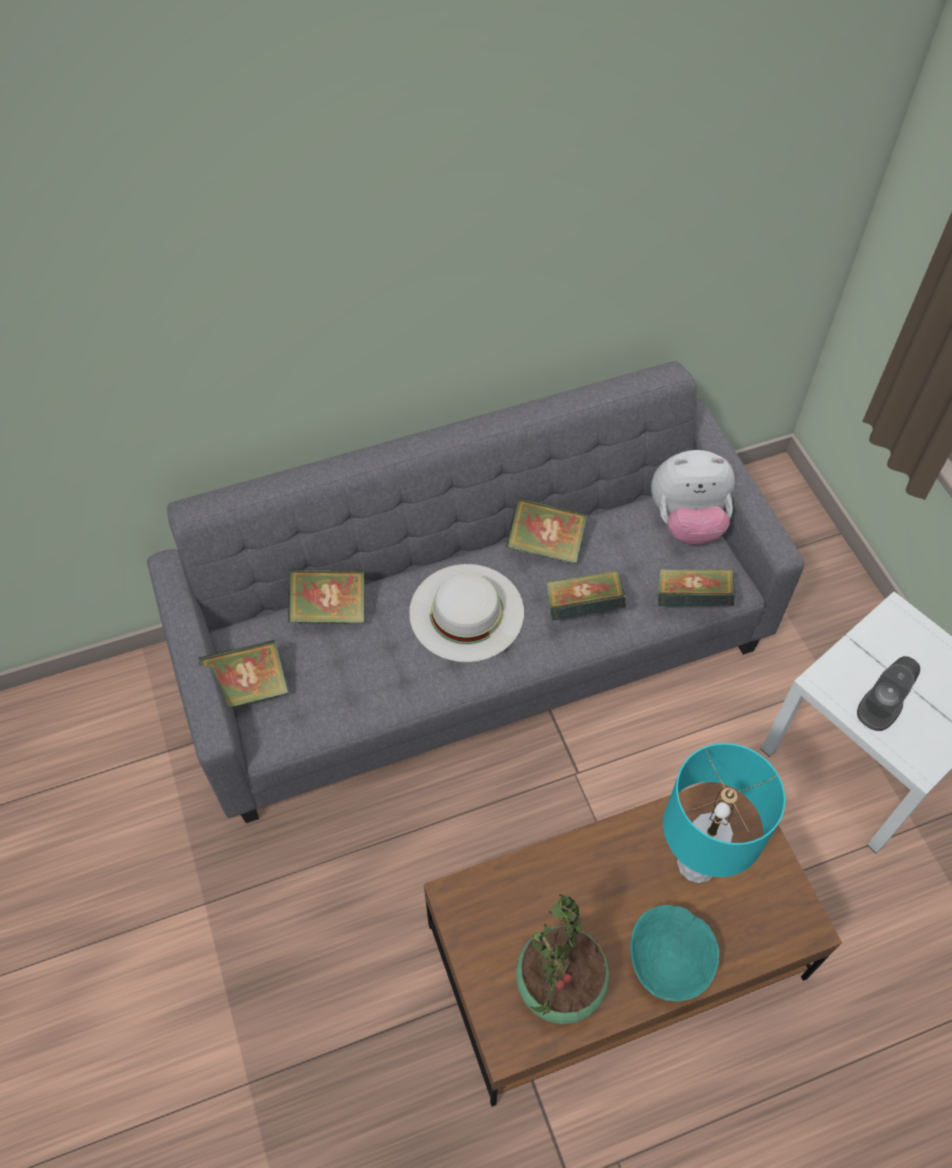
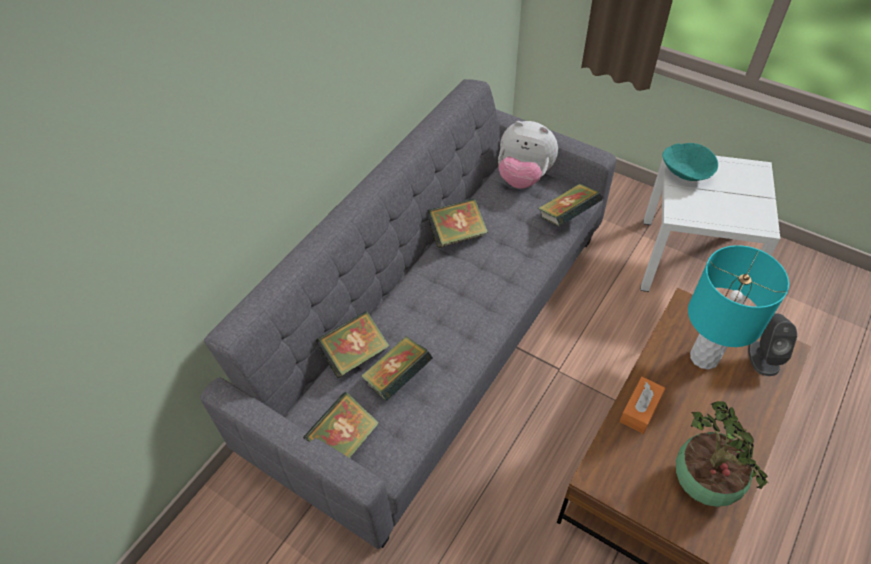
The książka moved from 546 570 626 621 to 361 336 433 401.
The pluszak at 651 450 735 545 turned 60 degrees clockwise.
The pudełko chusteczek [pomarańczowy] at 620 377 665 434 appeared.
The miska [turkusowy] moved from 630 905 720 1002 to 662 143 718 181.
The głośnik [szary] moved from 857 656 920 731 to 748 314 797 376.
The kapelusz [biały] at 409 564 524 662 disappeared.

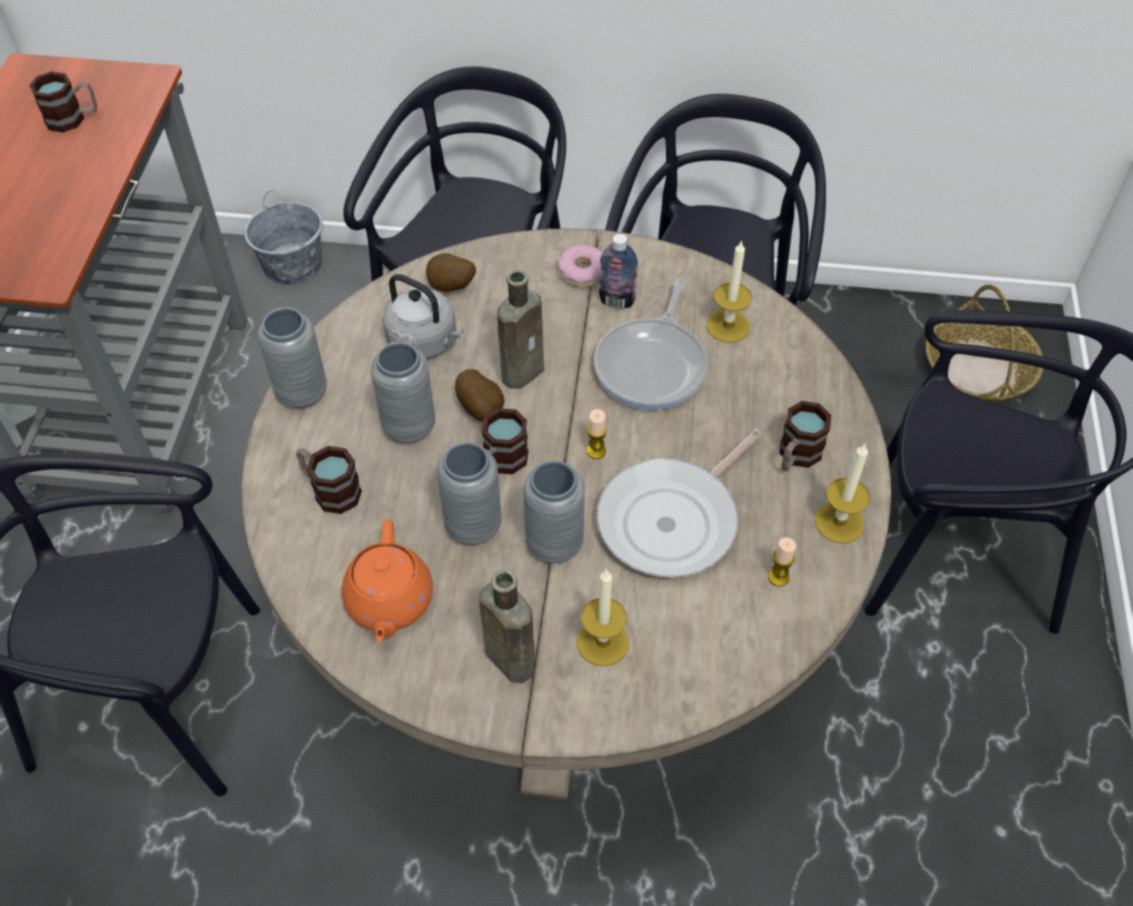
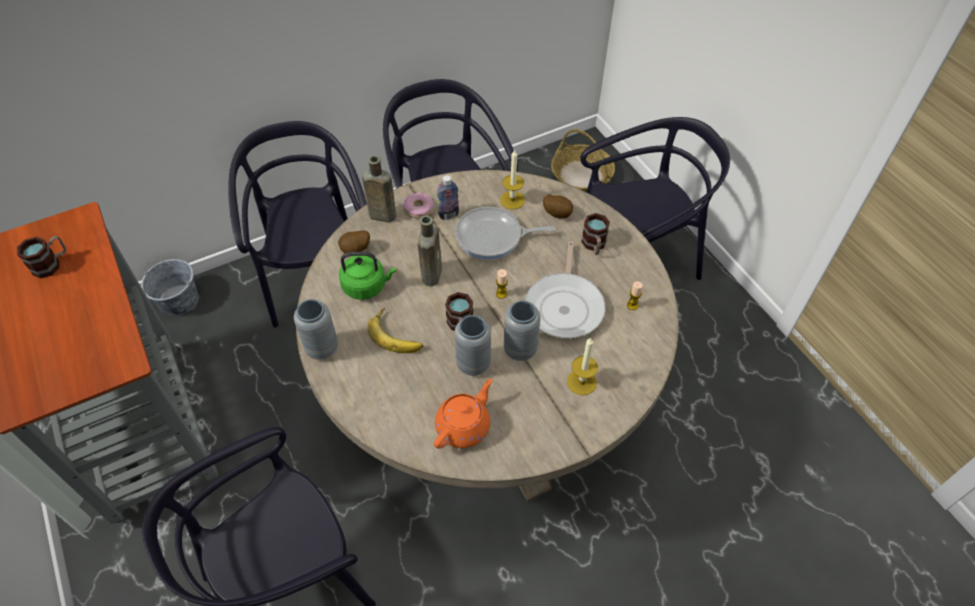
The czajnik [szary] at 382 274 464 359 became the czajnik [zielony] at 339 251 396 300.
The butelka [brązowy] moved from 479 570 535 683 to 362 155 396 223.
The wazon [szary] at 371 342 435 443 was replaced by the banan at 367 308 423 353.
The imbryk [pomarańczowy] at 342 520 433 642 turned 105 degrees counterclockwise.
The patelnia at 594 278 708 410 turned 105 degrees clockwise.
The ziemniak moved from 455 369 504 422 to 543 194 573 218.
The kubek at 296 446 362 514 disappeared.
The świeca at 815 444 870 544 disappeared.

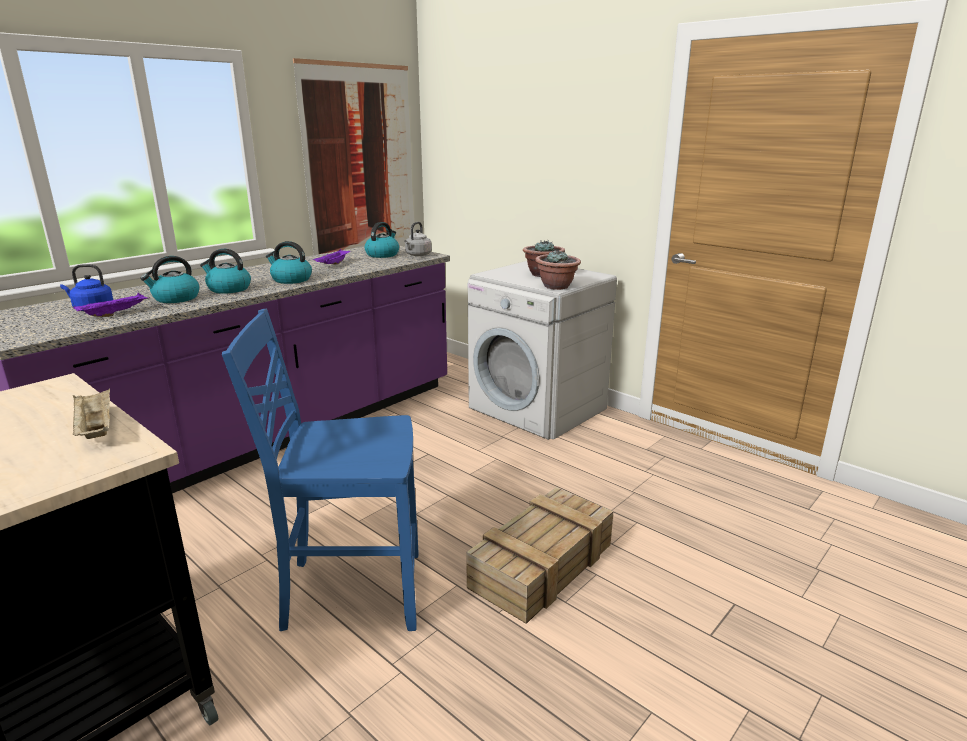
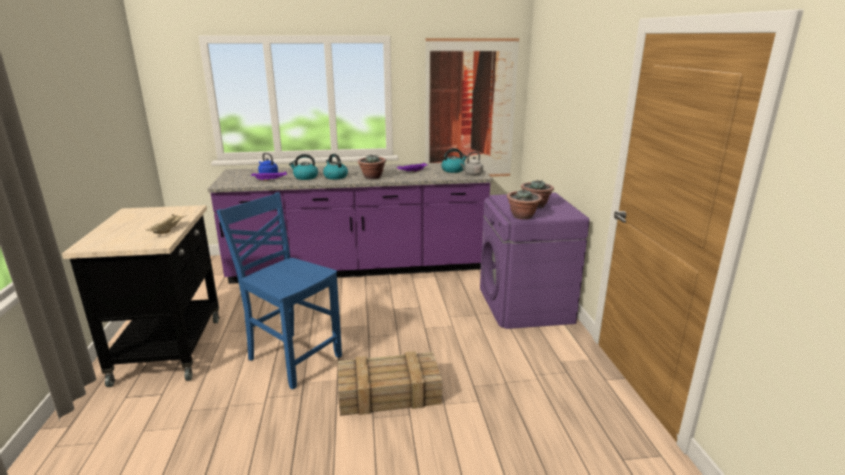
The czajnik at 266 241 312 284 was replaced by the roślina doniczkowa at 358 154 386 179.
The pralka [biały] at 468 261 617 440 became the pralka [fioletowy] at 480 193 590 329.

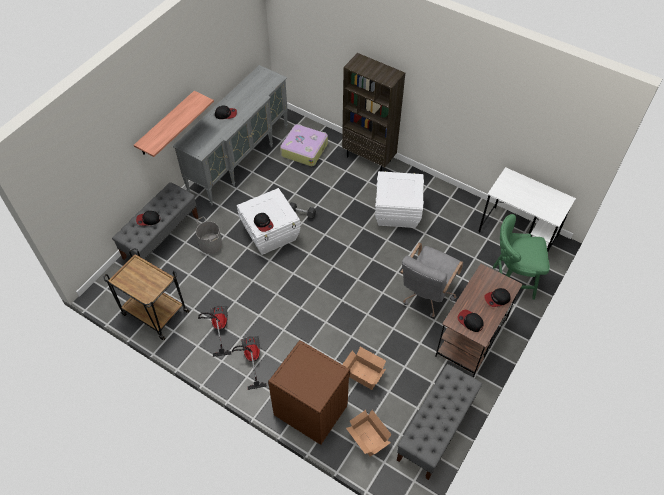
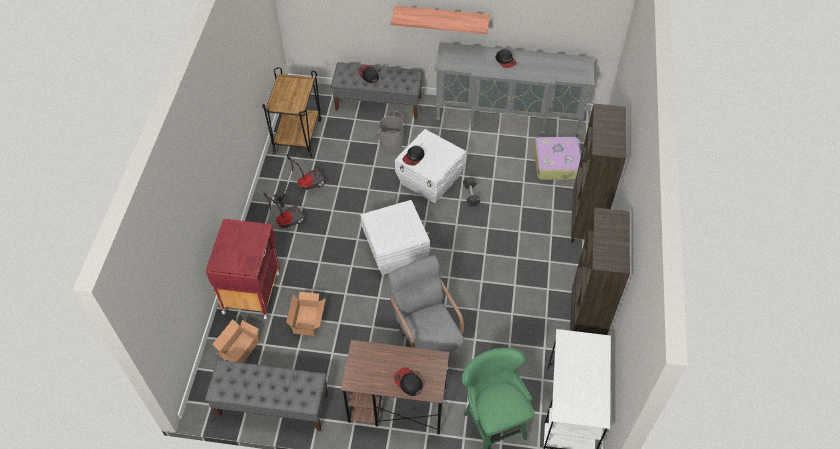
The pralka [brązowy] at 268 340 350 445 was replaced by the wózek [czerwony] at 206 219 281 320.
The pojemnik do przechowywania [biały] moved from 375 171 424 228 to 360 200 430 275.
The krzesło biurowe [szary] at 401 243 463 318 turned 60 degrees clockwise.
The regał [brązowy] at 570 207 630 335 appeared.
The czapka z daszkiem at 457 310 484 332 disappeared.

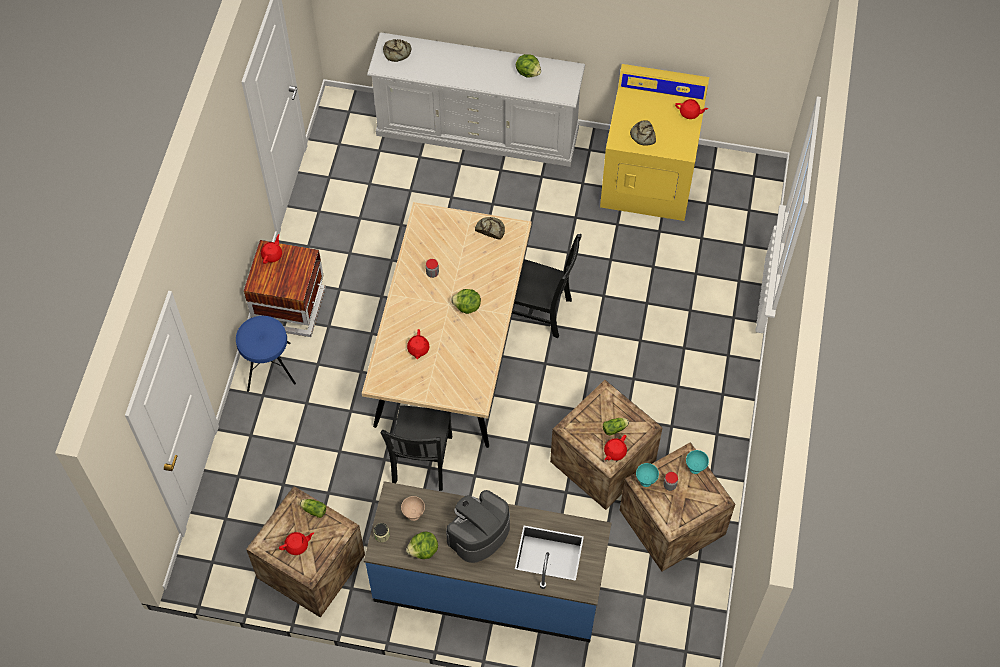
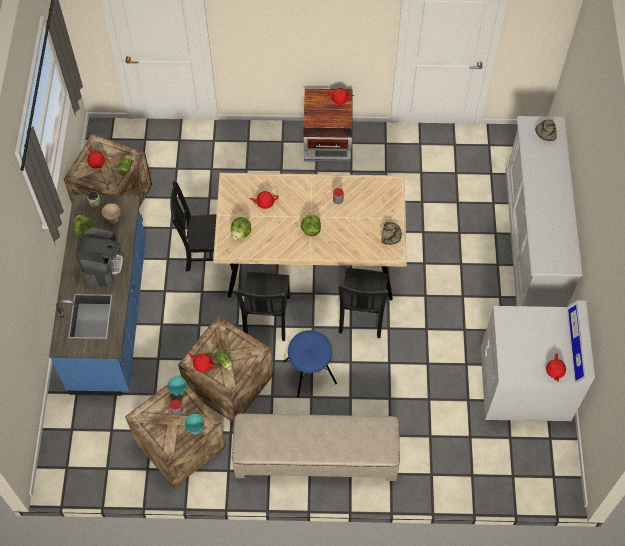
The ekspres do kawy at 446 490 510 563 turned 60 degrees clockwise.
The sałata moved from 516 54 541 78 to 231 217 251 240.
The ławka [beżowy] at 232 413 400 481 appeared.
The krzesło [czarny] at 235 272 290 341 appeared.
The stołek [niebieski] moved from 236 316 296 392 to 283 330 337 398.
The pralka [żółty] at 600 64 709 221 became the pralka [biały] at 481 300 595 421.
The chleb at 630 120 656 146 disappeared.

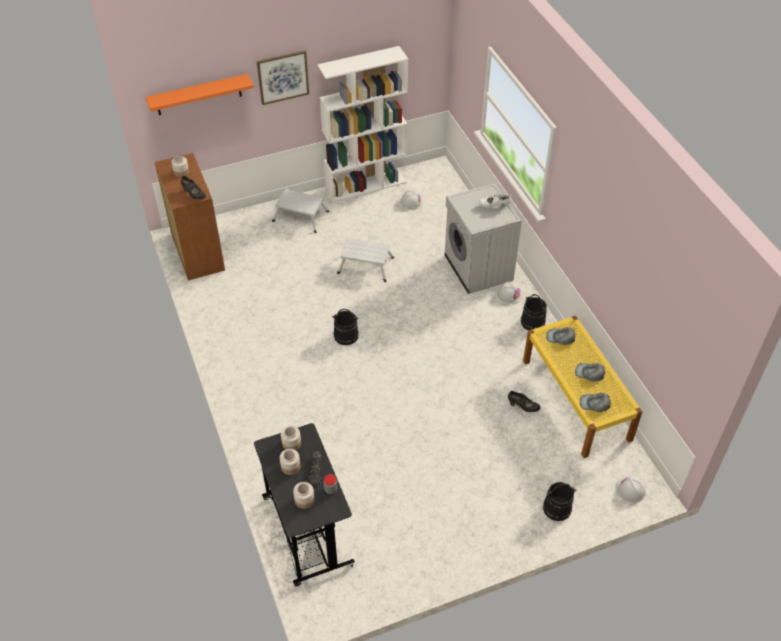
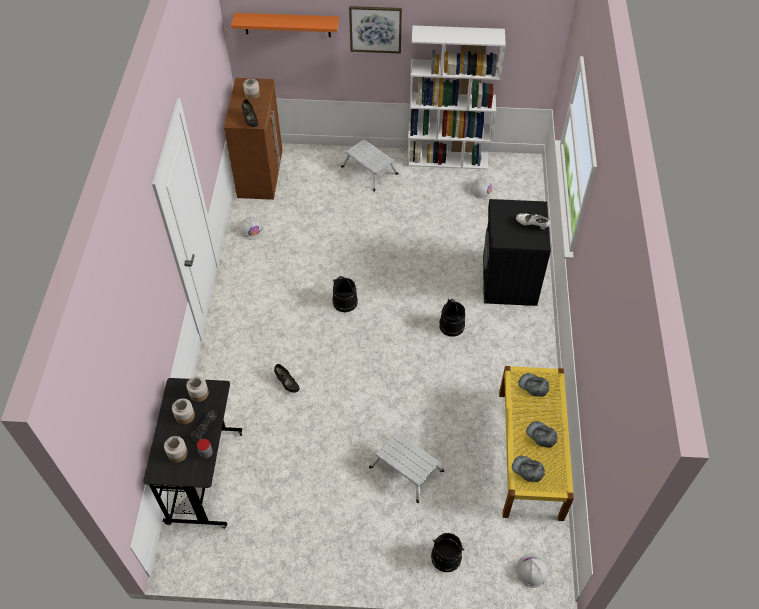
The kask [biały] moved from 497 282 523 304 to 239 217 264 240.
The but [czarny] moved from 508 391 540 412 to 274 364 300 393.
The drabinka [biały] moved from 337 238 394 282 to 369 431 444 503.
The wiadro [czarny] moved from 521 294 547 330 to 439 299 465 337.
The pralka [biały] at 445 183 522 294 became the pralka [czarny] at 483 199 551 306.

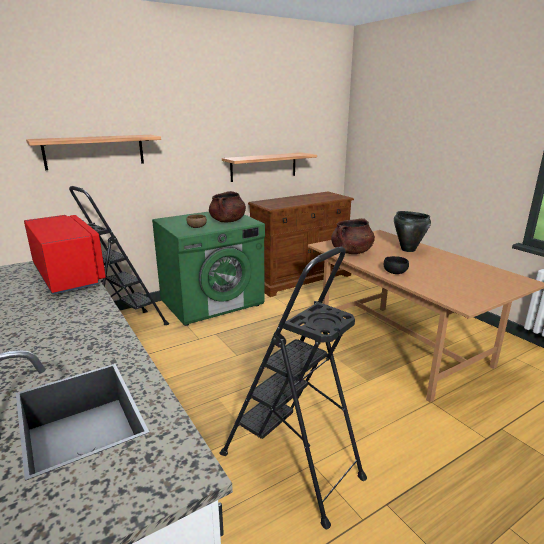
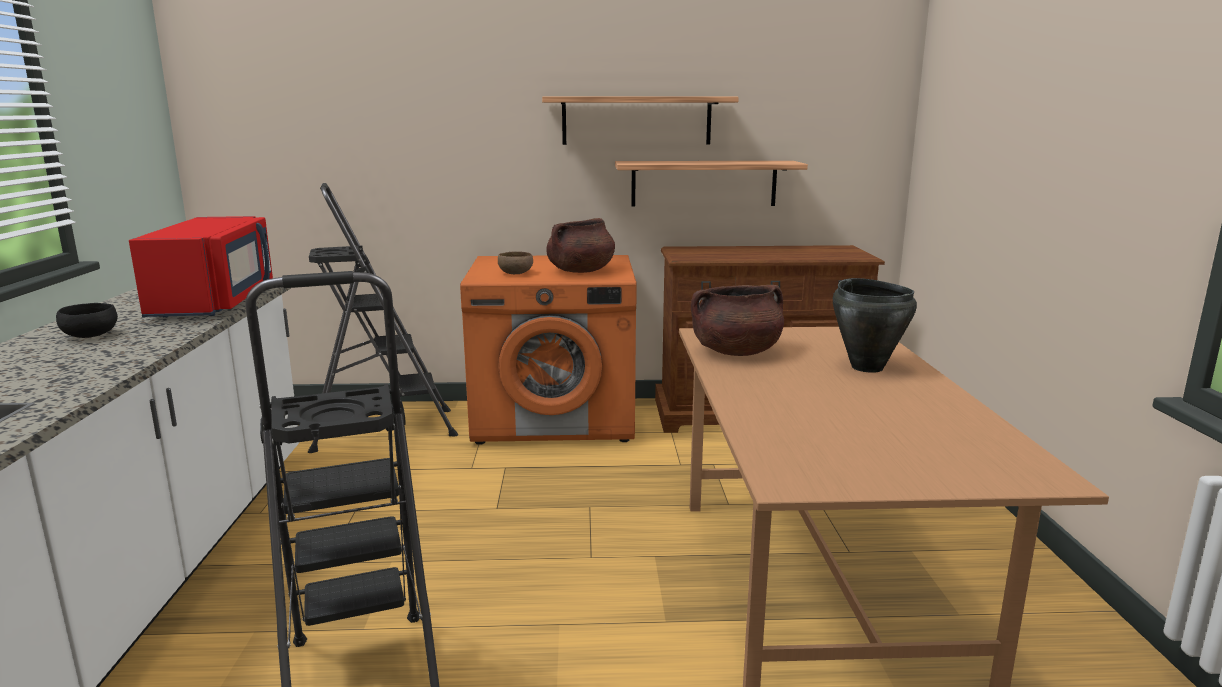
The miska [czarny] moved from 384 256 409 274 to 56 303 118 338.
The pralka [zielony] at 152 211 265 326 became the pralka [pomarańczowy] at 460 255 637 444.
The półka moved from 26 135 161 170 to 542 97 739 145.

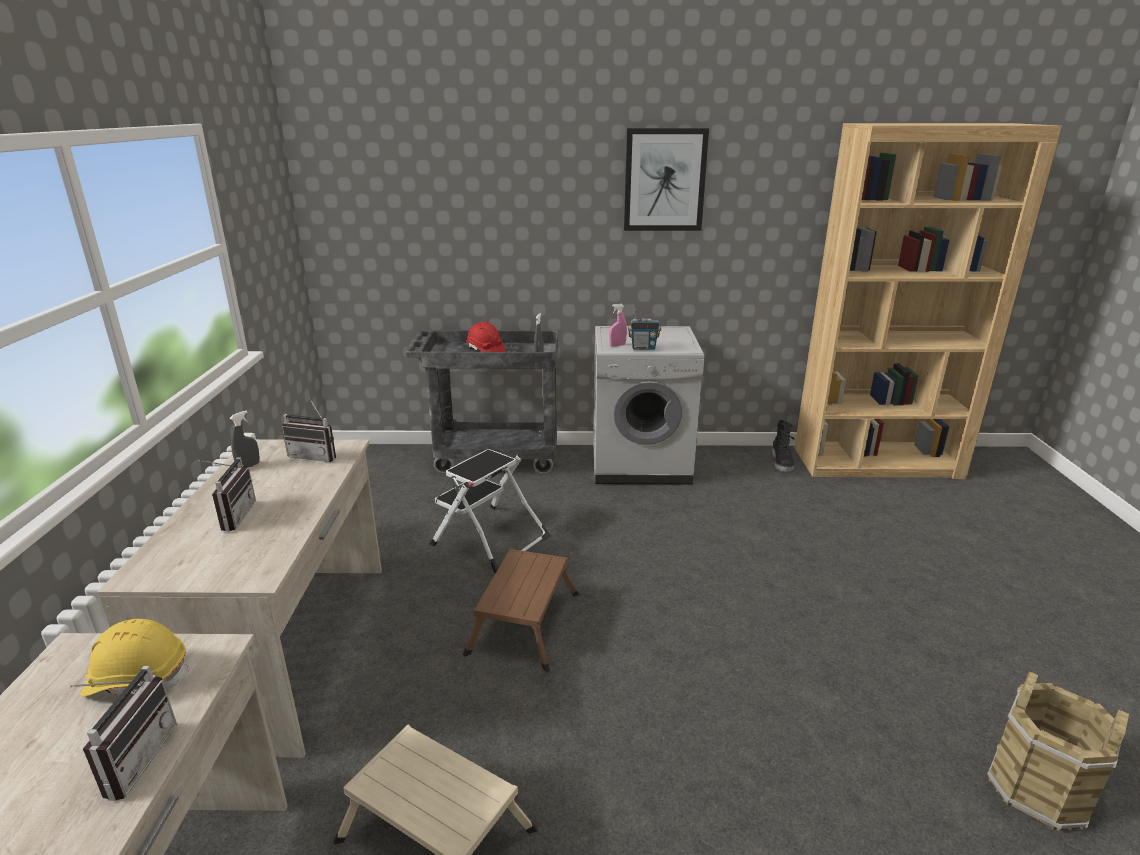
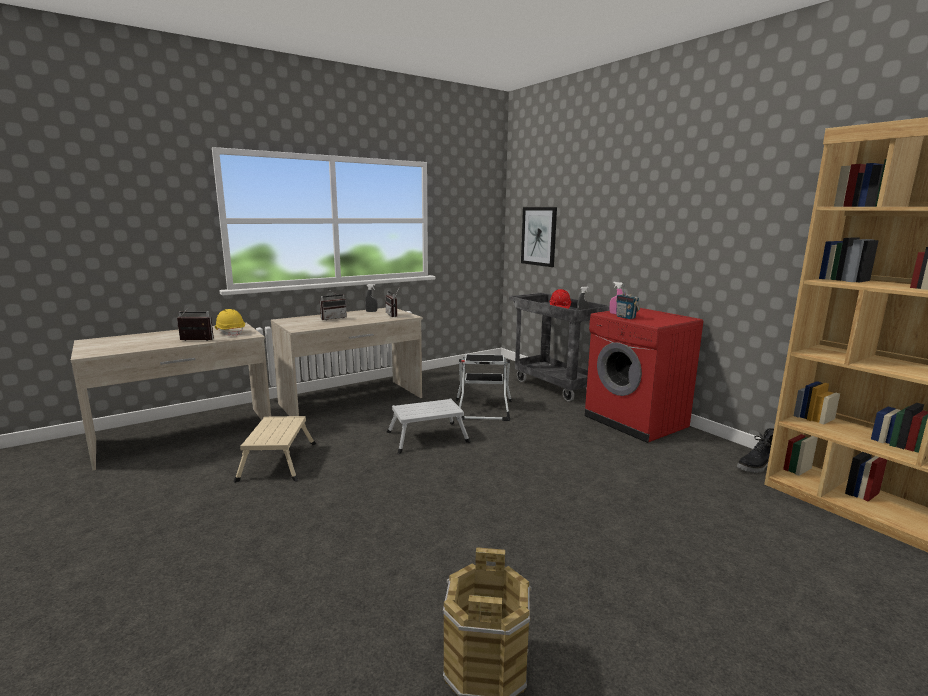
The radio at 69 666 177 801 turned 150 degrees counterclockwise.
The drabinka [brązowy] at 463 549 580 673 became the drabinka [biały] at 386 399 471 454.
The obraz moved from 624 128 709 231 to 521 207 557 267.
The pralka [biały] at 593 326 704 484 became the pralka [czerwony] at 585 308 703 443.

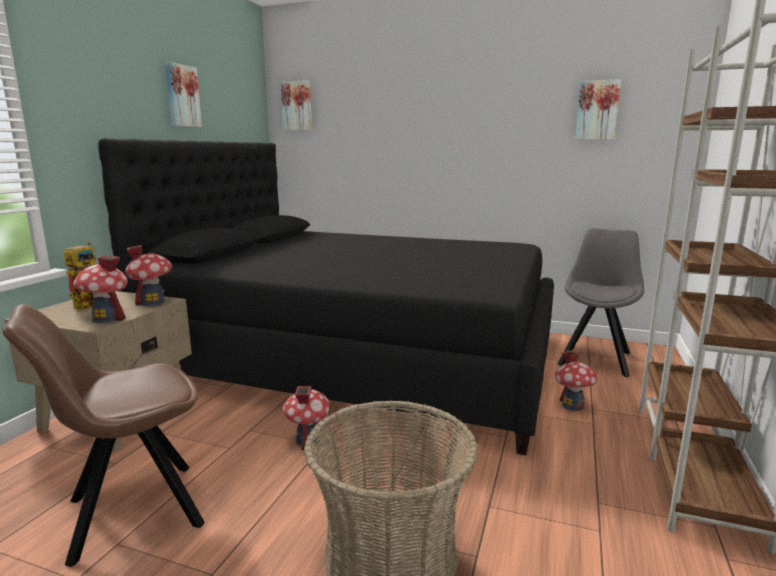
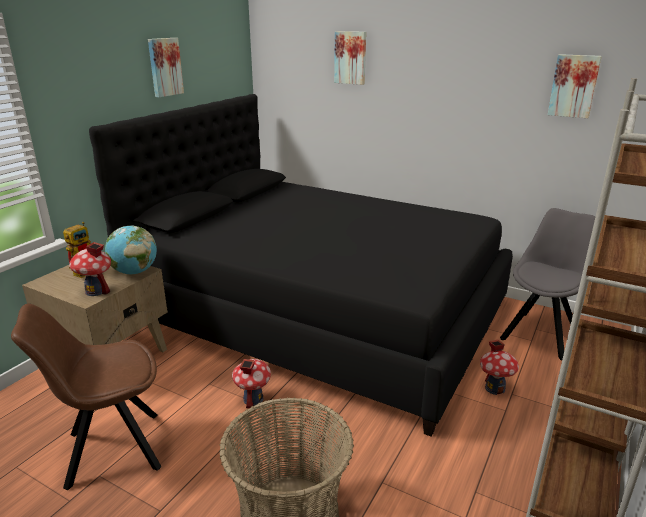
The domek at 125 245 172 306 was replaced by the globus at 105 226 157 274.
The obraz moved from 281 80 312 131 to 334 31 366 85.

